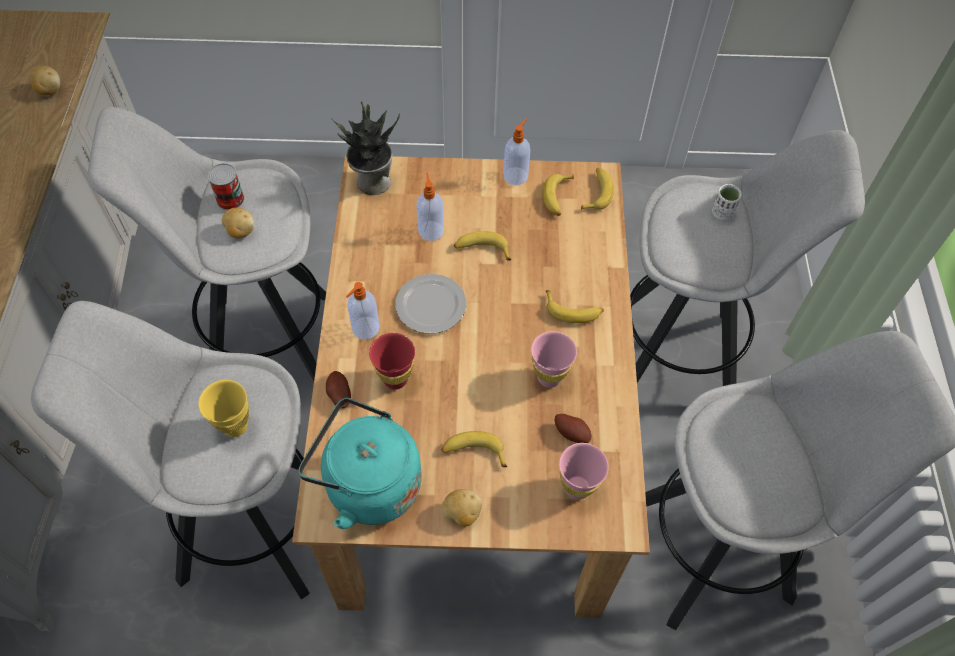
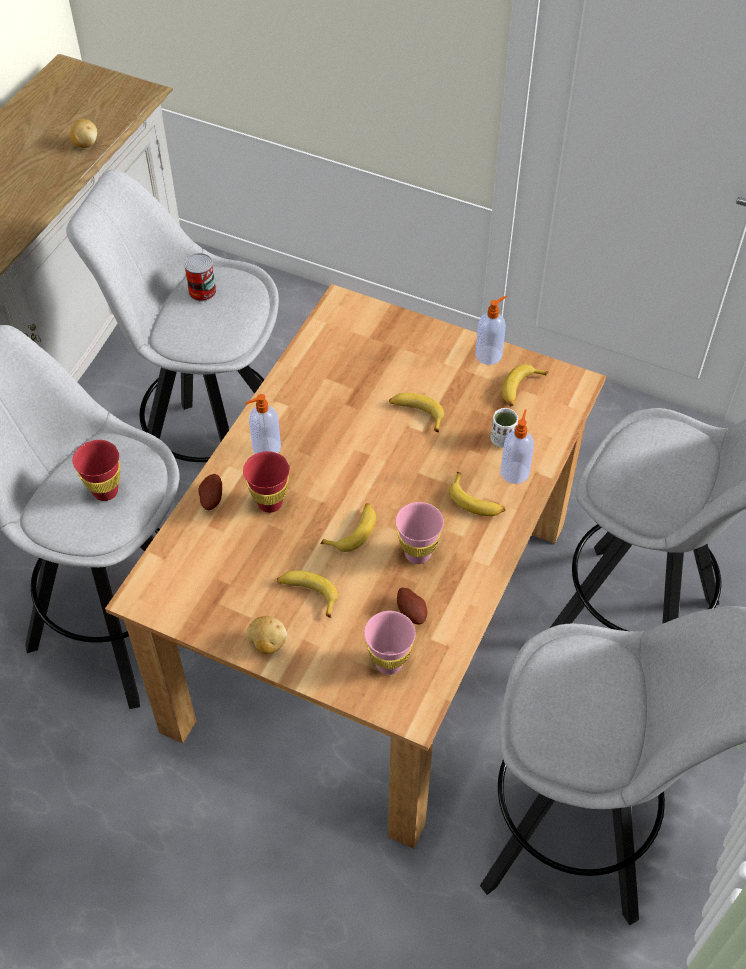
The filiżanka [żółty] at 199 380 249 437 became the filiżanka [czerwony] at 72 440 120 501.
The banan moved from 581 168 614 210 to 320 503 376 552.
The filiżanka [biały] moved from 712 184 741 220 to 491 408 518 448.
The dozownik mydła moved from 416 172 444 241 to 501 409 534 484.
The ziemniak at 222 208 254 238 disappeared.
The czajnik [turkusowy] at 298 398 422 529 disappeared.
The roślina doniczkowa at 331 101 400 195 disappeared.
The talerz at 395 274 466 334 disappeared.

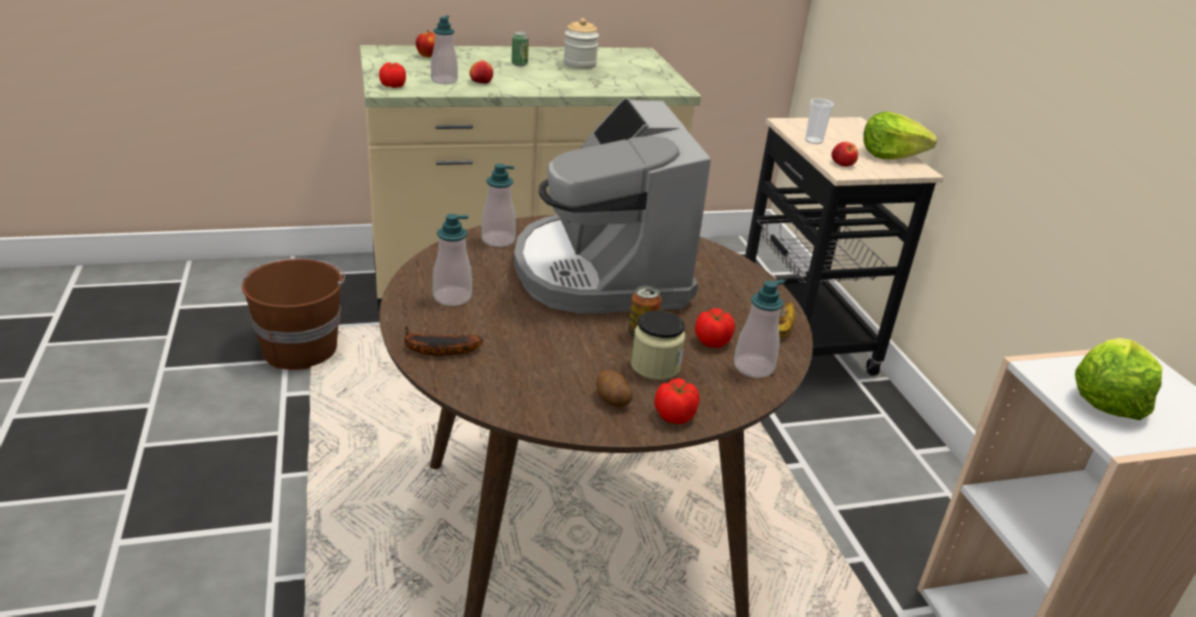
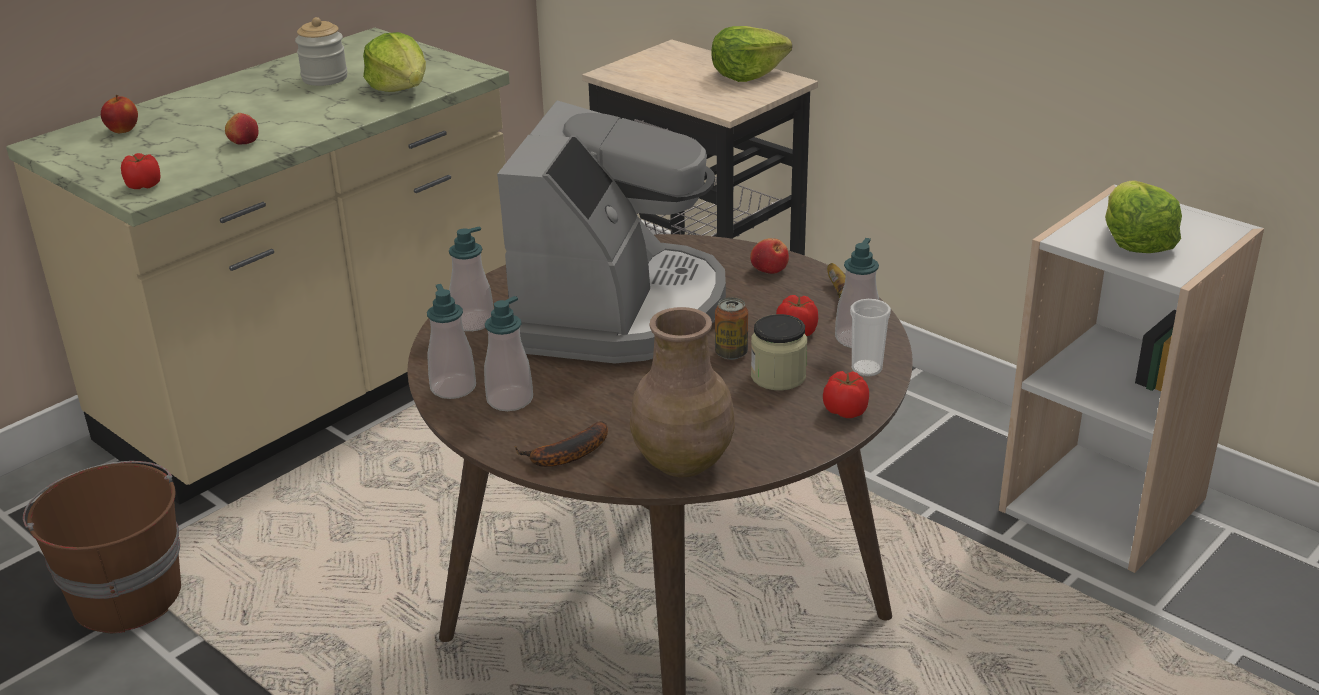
The sałata at 363 32 426 92 appeared.
The dozownik mydła moved from 431 15 458 84 to 427 284 476 399.
The ekspres do kawy at 514 98 711 313 turned 120 degrees counterclockwise.
The wazon [brązowy] at 630 307 735 477 appeared.
The jabłko moved from 831 142 858 167 to 750 238 789 274.
The filiżanka moved from 805 99 834 144 to 850 299 891 377.
The puszka at 511 31 529 66 disappeared.
The ziemniak at 596 370 633 407 disappeared.

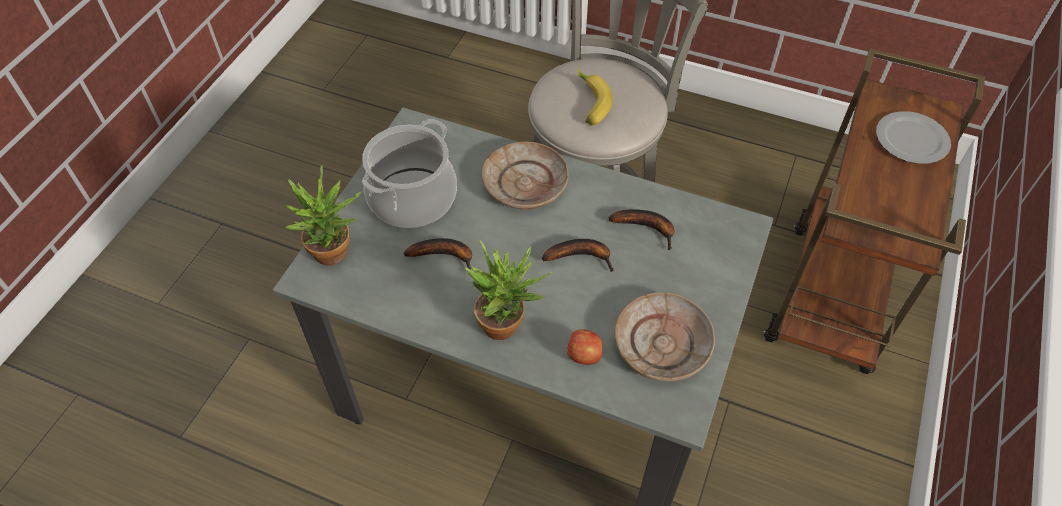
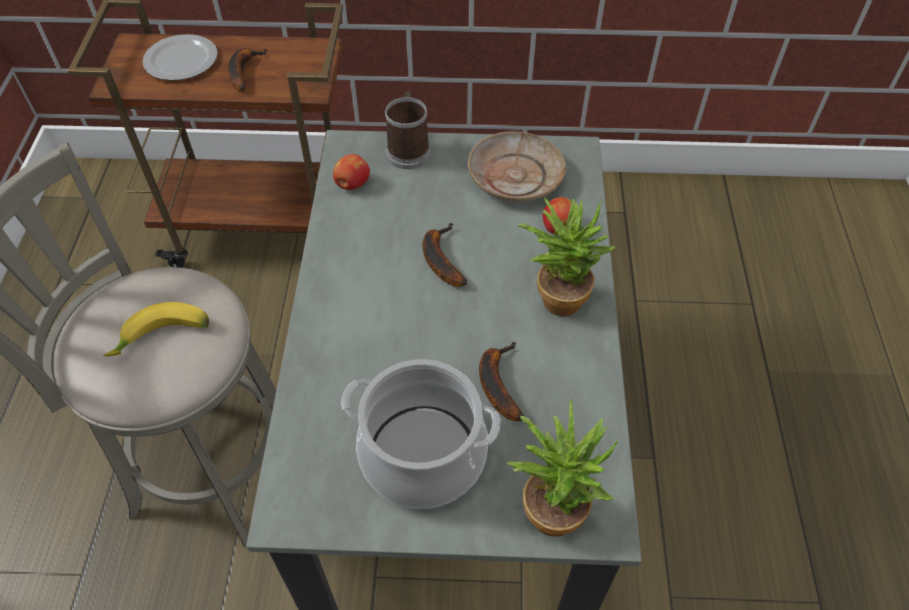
The banan moved from 609 209 674 250 to 228 48 268 91.
The jabłko at 333 154 370 190 appeared.
The kubek at 385 91 431 169 appeared.
The talerz [beżowy] at 481 142 569 209 disappeared.

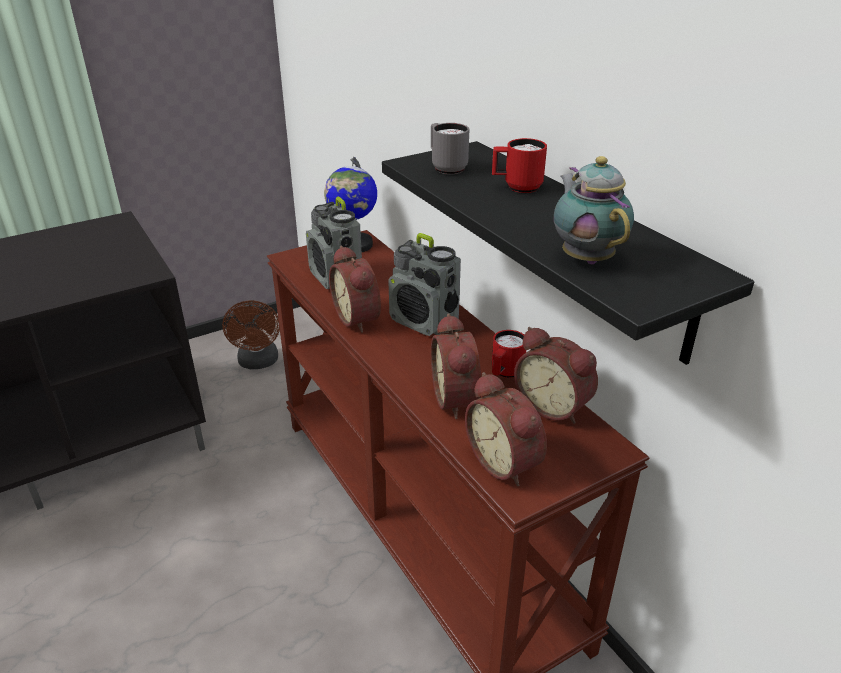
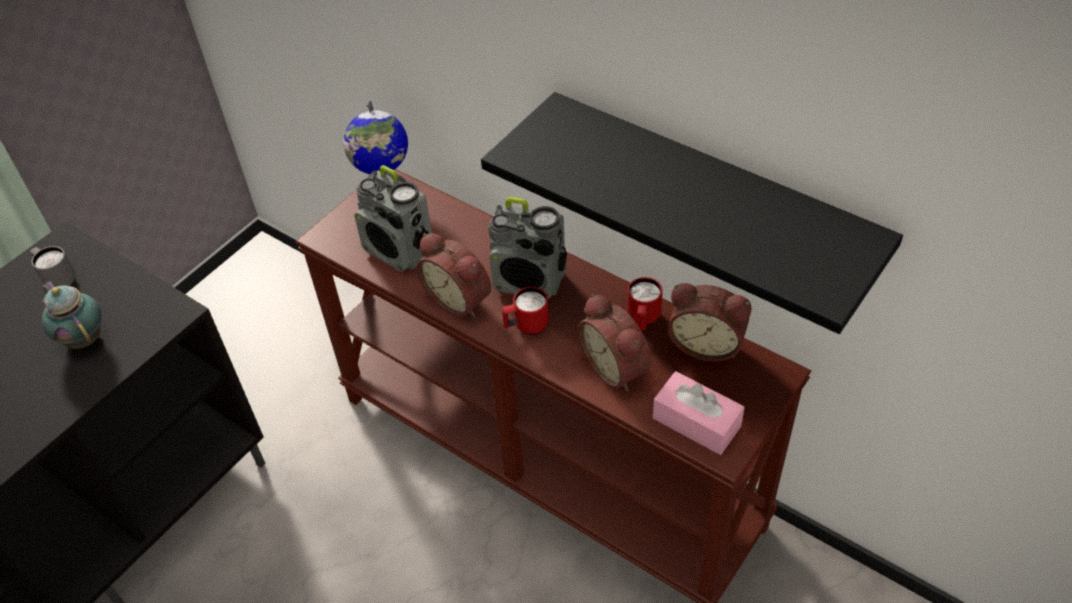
The kubek [szary] moved from 431 123 469 174 to 30 246 76 287.
The imbryk moved from 554 156 634 264 to 42 281 102 349.
The kubek [czerwony] moved from 492 138 547 193 to 502 287 549 335.
The budzik at 465 372 547 487 was replaced by the pudełko chusteczek [różowy] at 653 371 745 455.
The wentylator [brązowy] at 222 300 280 369 disappeared.

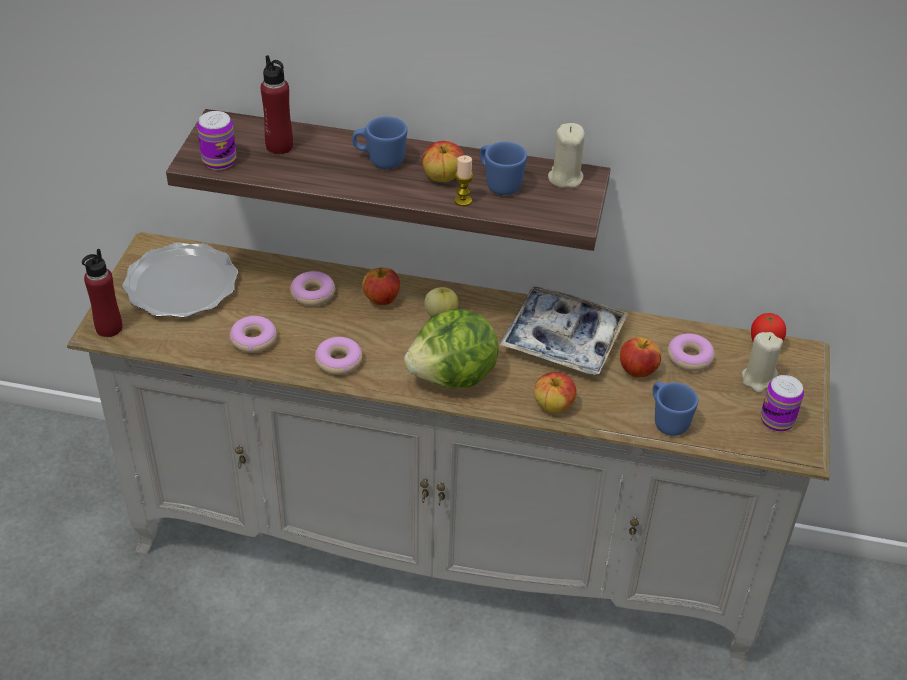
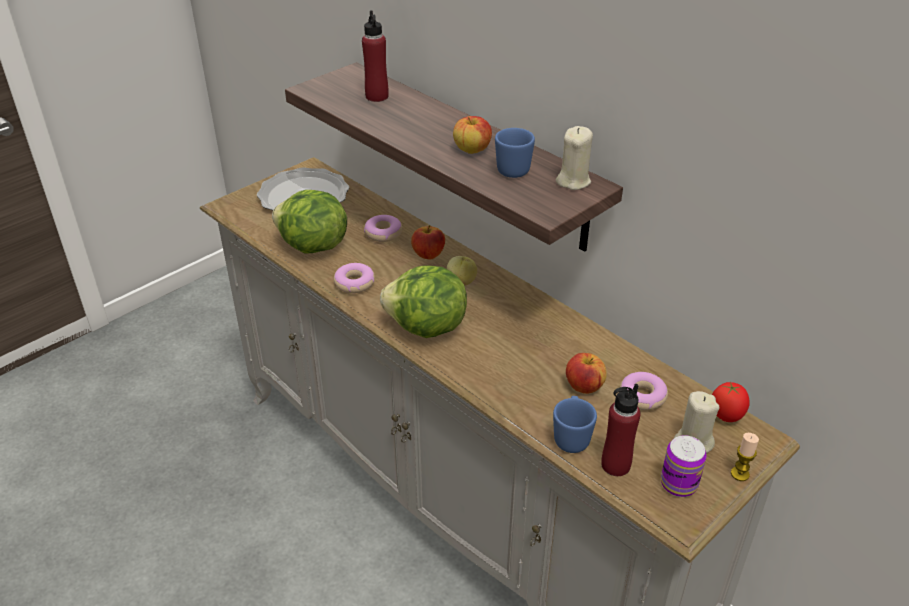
The donut at 229 316 277 353 was replaced by the sałata at 272 190 347 254.
The butelka [czerwony] moved from 82 249 122 337 to 601 384 641 476.
The świeca moved from 455 155 473 206 to 731 433 759 481.
The puszka at 197 111 236 170 disappeared.
The kubek [niebieski] at 352 116 407 169 disappeared.
The taca at 500 286 628 375 disappeared.
The jabłko at 534 372 576 413 disappeared.

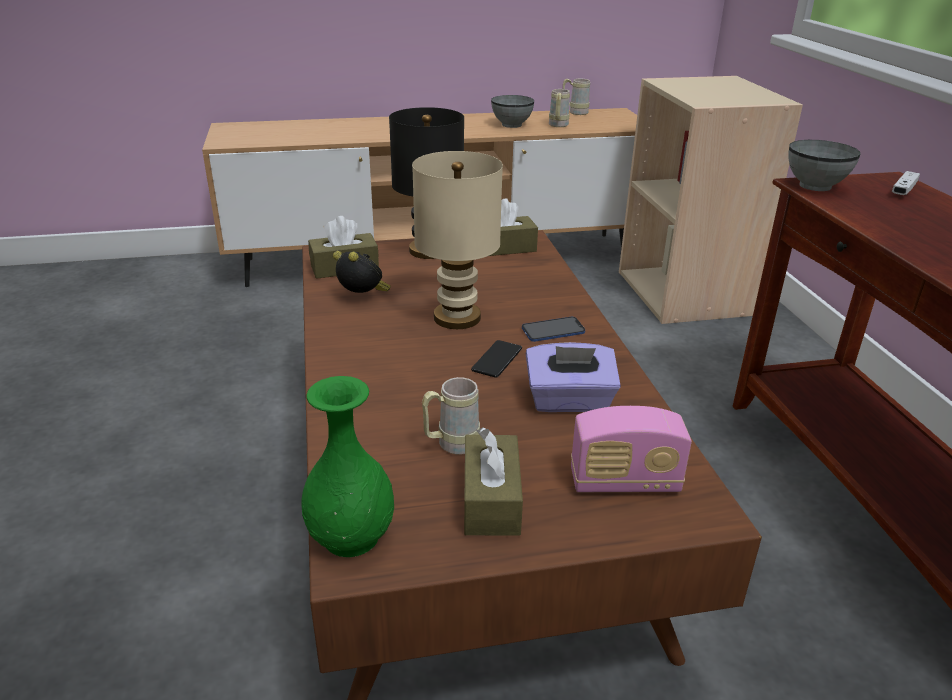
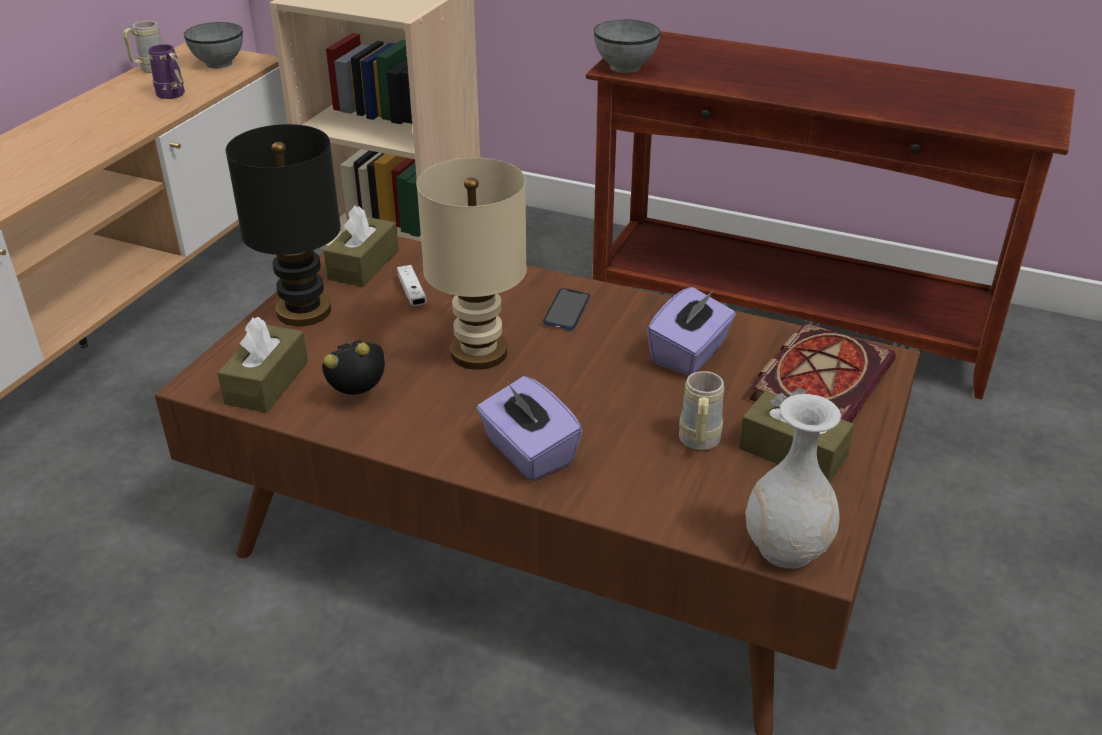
The kubek [beżowy] at 549 89 570 127 became the kubek [fioletowy] at 148 44 185 99.
The miska [szary] moved from 491 95 534 128 to 184 22 243 68.
The pad do gier [biały] moved from 892 171 920 195 to 397 265 427 306.
The pudełko chusteczek [fioletowy] at 477 376 582 481 appeared.
The wazon [zielony] at 301 376 394 557 became the wazon [biały] at 746 394 841 569.
The radio at 571 406 692 492 was replaced by the książka at 749 322 896 422.
The telefon at 471 340 522 378 disappeared.

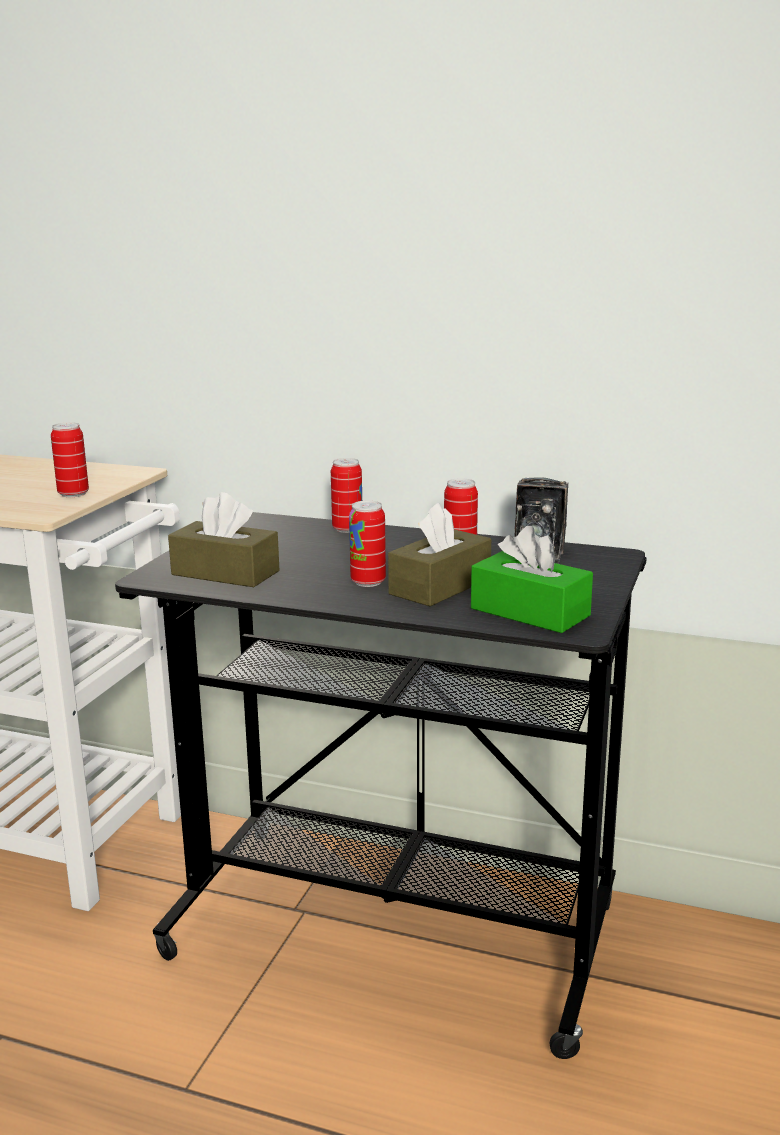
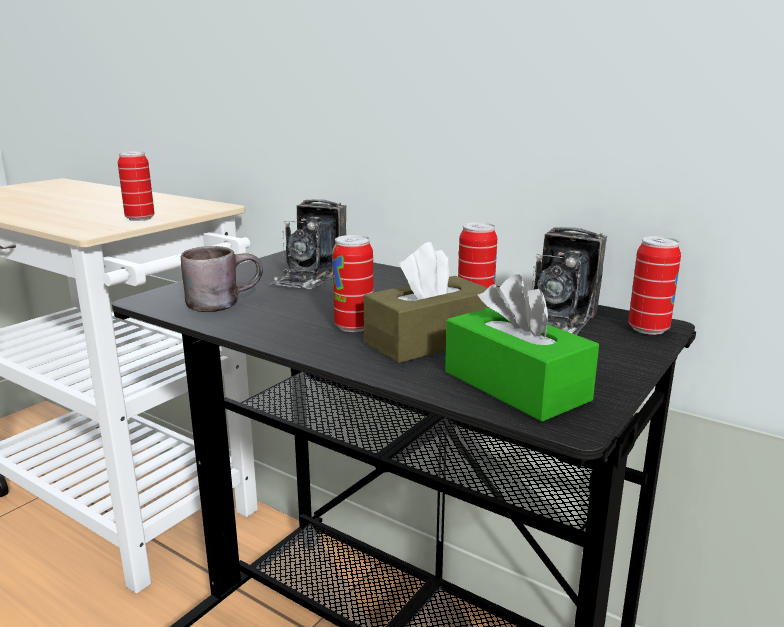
The pudełko chusteczek [brązowy] at 168 492 280 587 was replaced by the kubek [brązowy] at 181 246 263 312.
The aparat fotograficzny at 269 199 347 289 appeared.
The puszka moved from 331 458 362 533 to 628 236 681 335.

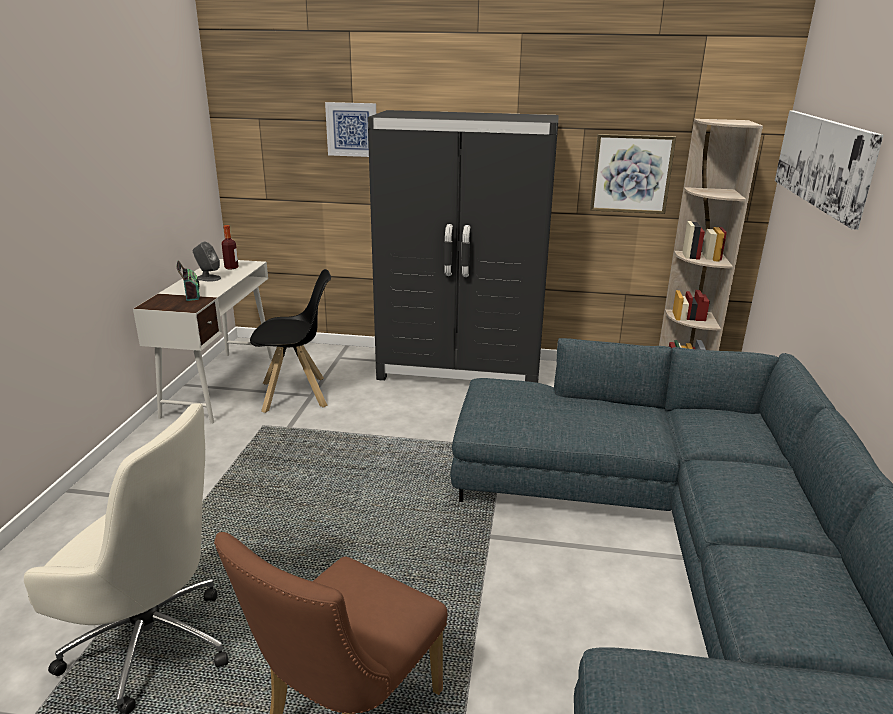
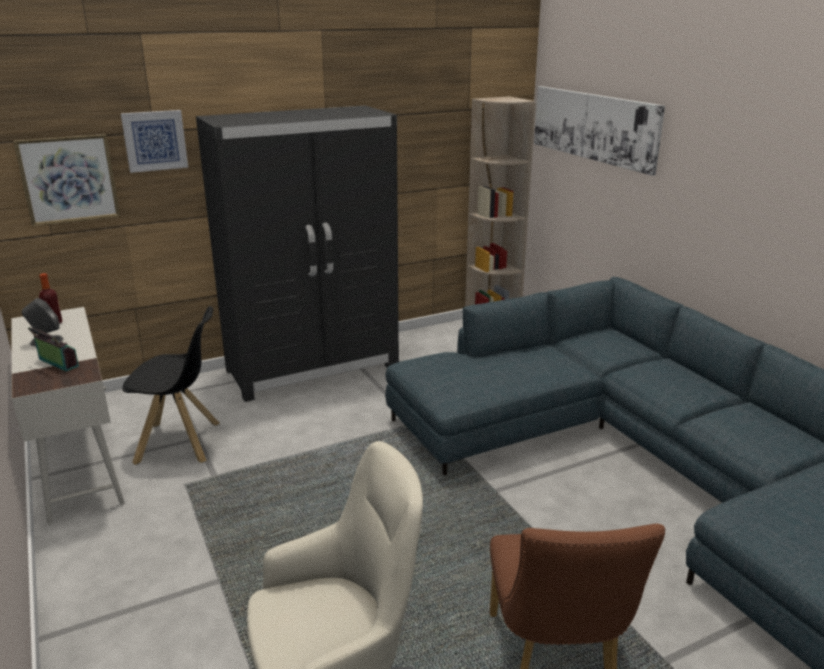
The obraz moved from 590 134 676 214 to 13 134 120 226.
The krzesło [czarny] at 250 269 331 413 turned 45 degrees clockwise.

